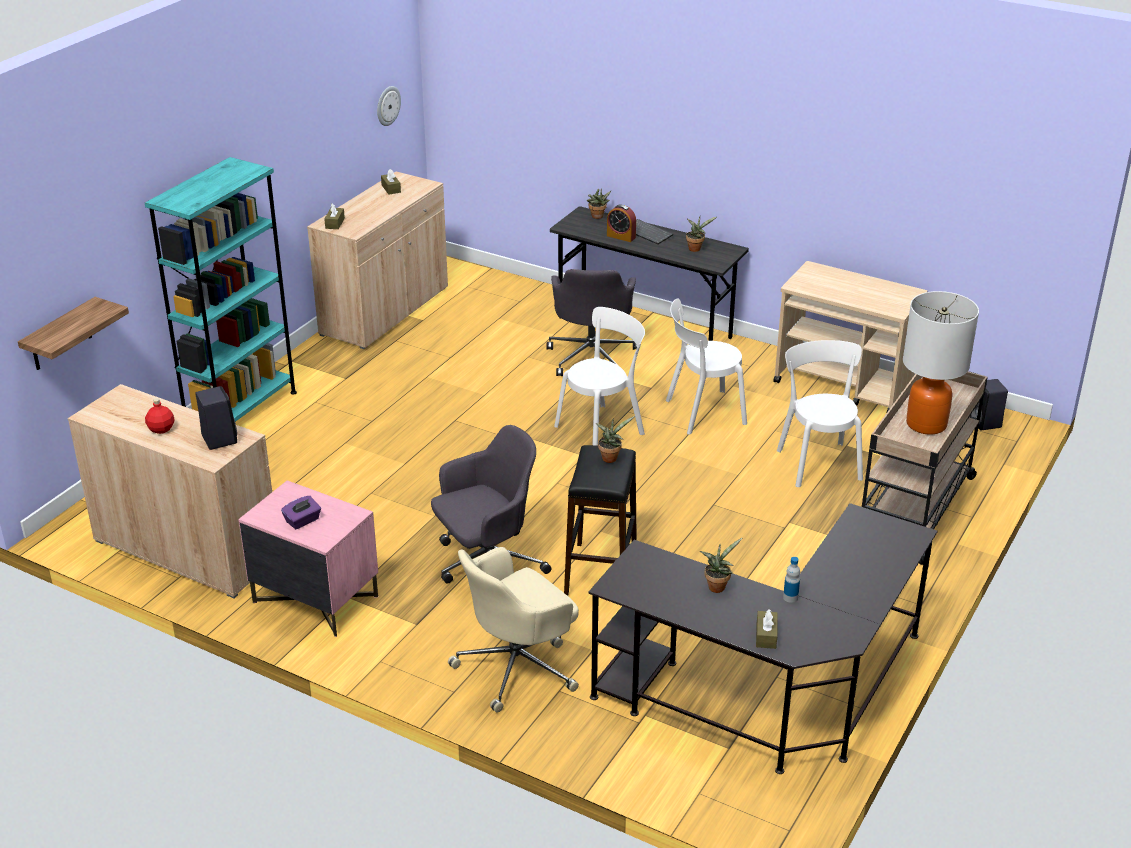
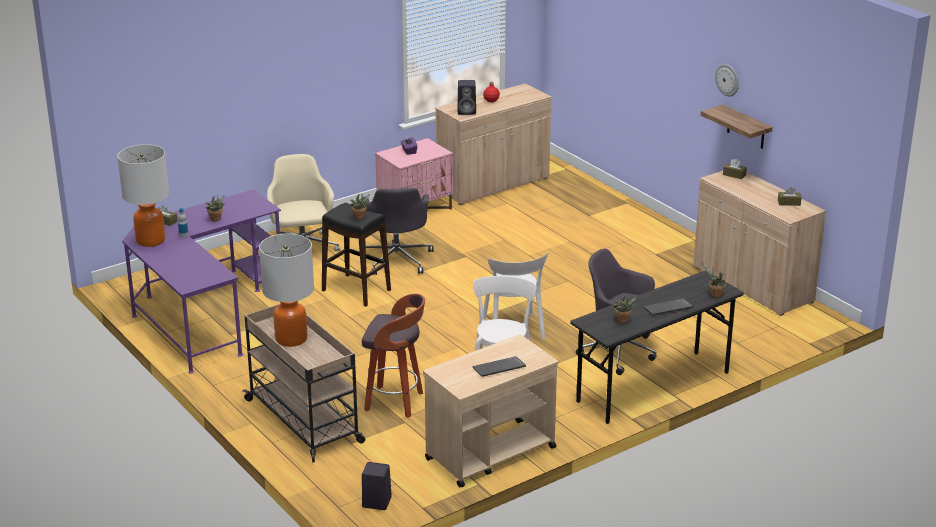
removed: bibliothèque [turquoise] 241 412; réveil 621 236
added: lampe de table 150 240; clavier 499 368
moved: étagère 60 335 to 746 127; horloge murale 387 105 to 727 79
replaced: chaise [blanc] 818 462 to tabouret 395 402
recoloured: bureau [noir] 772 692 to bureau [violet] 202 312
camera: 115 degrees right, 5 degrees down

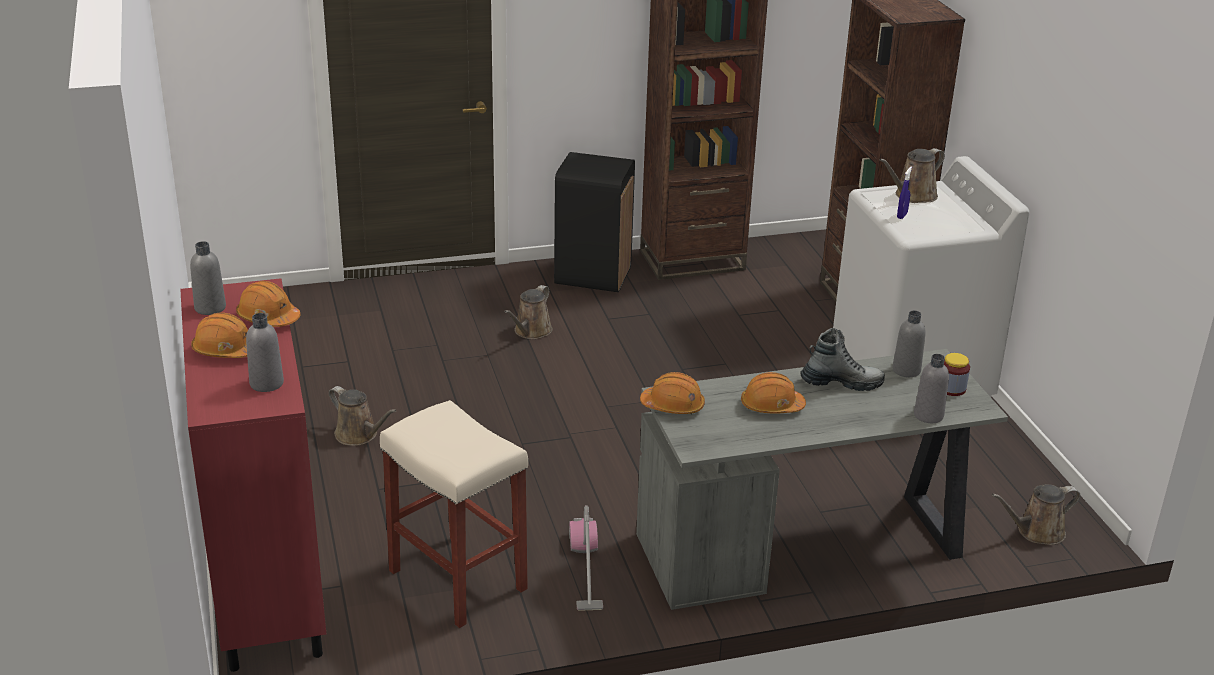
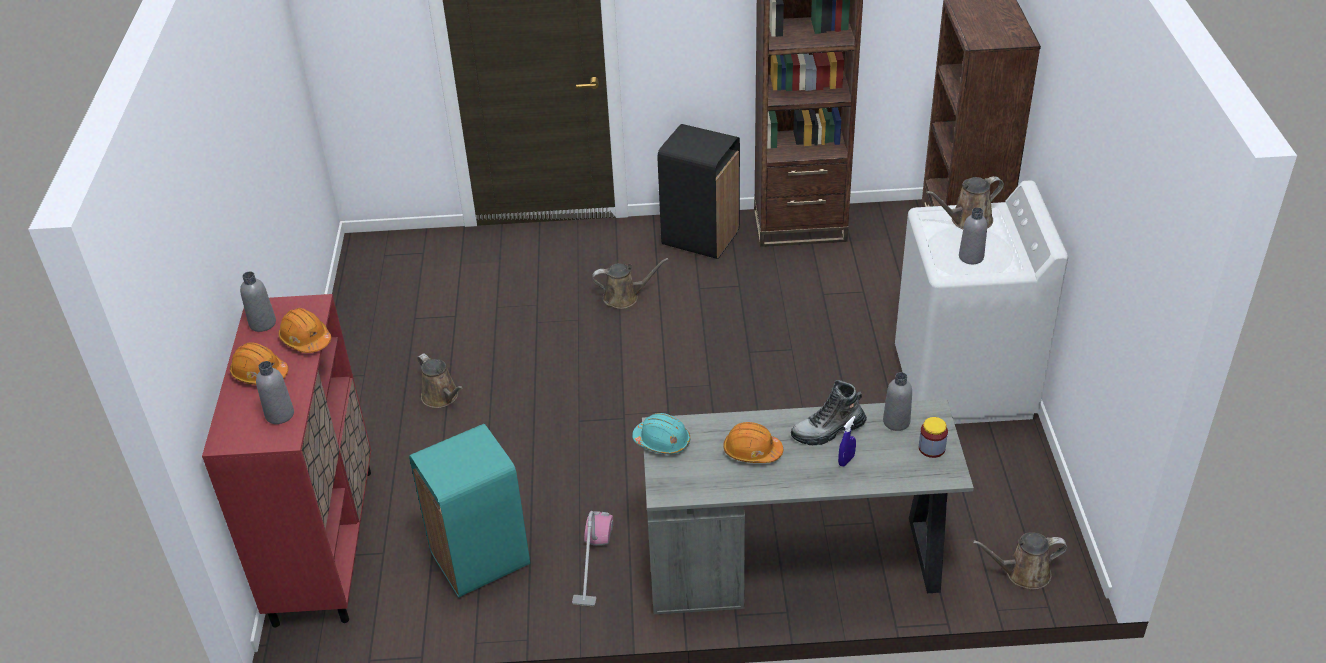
moved: vaporisateur [bleu] 902 215 to 846 460; bouteille [gris] 928 415 to 971 257
replaced: tabouret [beige] 456 579 to poubelle [turquoise] 479 559
recoloured: casque de chantier [orange] 673 406 to casque de chantier [turquoise] 662 441
turned: arrosoir [marron] 531 332 = 624 297 135 degrees counterclockwise; botte 841 383 = 828 430 150 degrees clockwise
camera: 15 degrees right, 10 degrees up

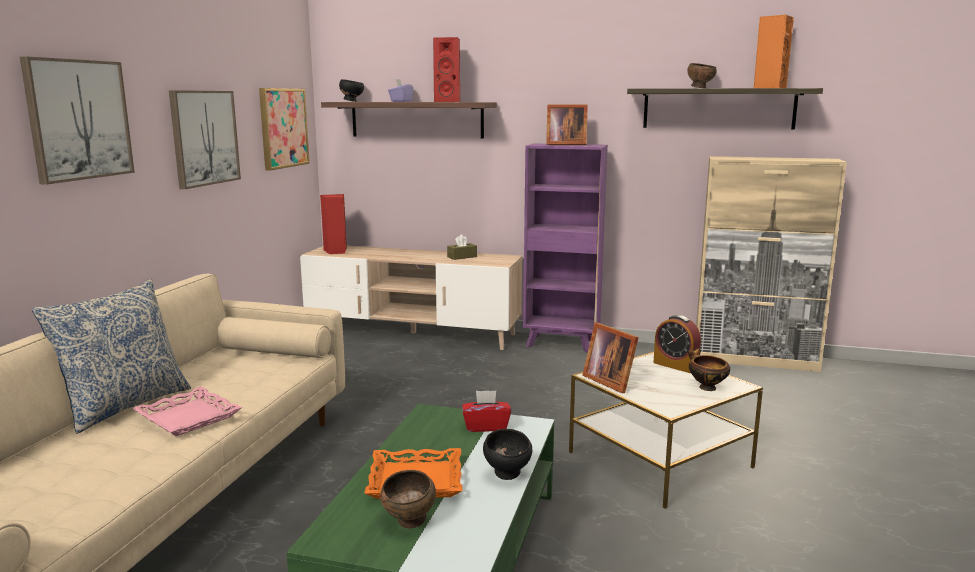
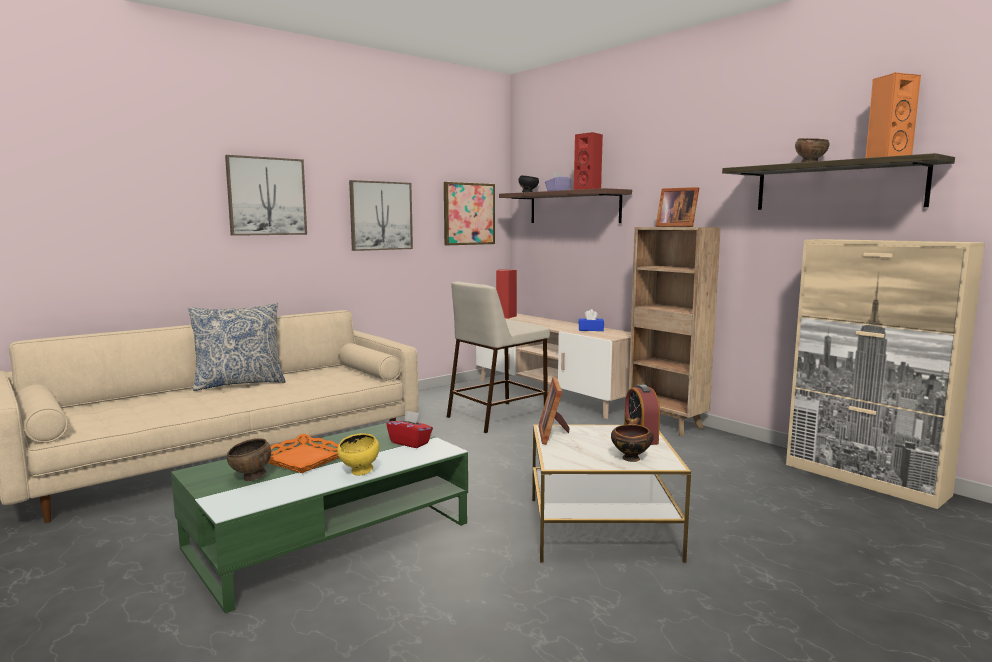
removed: plateau [rose] 187 418
added: tabouret [beige] 498 416
recoloured: boîte à mouchoirs [marron] 462 257 to boîte à mouchoirs [bleu] 591 330; bol [noir] 508 476 to bol [jaune] 360 473; bibliothèque [violet] 562 344 to bibliothèque [marron] 667 425
camera: 35 degrees right, 5 degrees down

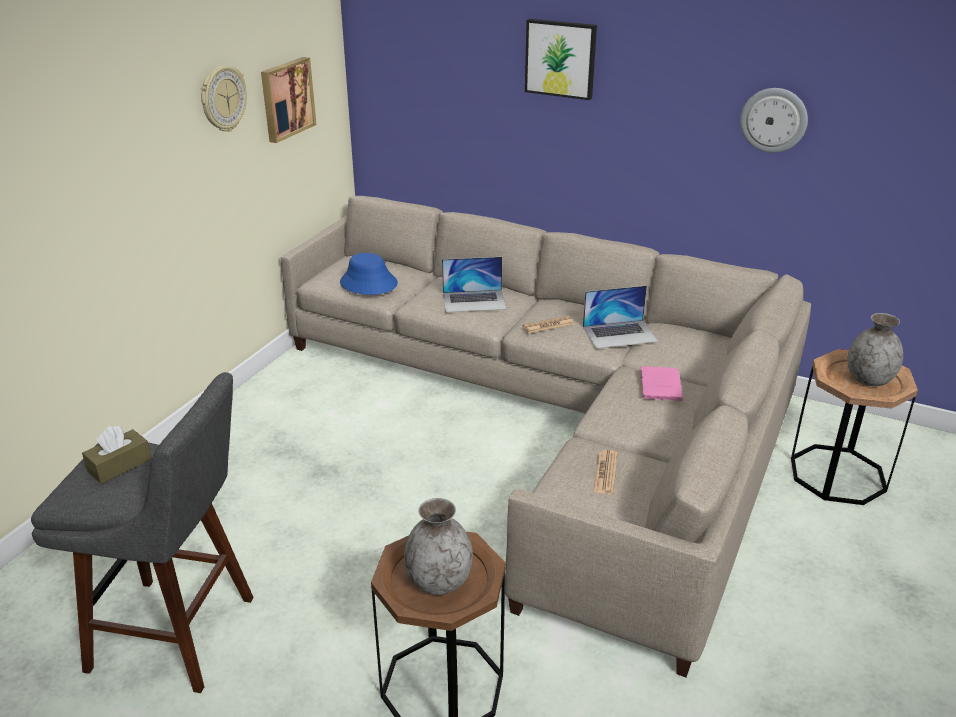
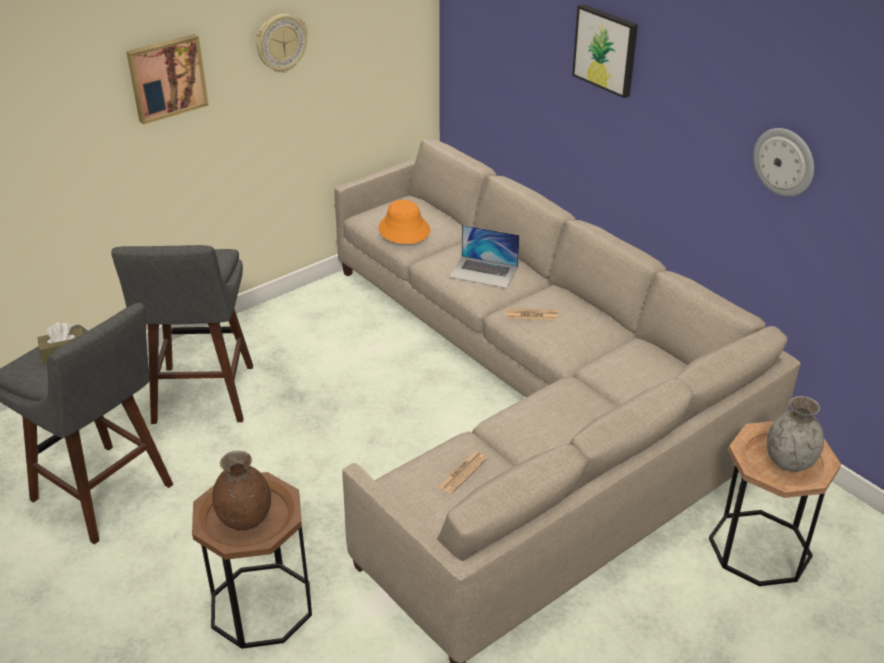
removed: ordinateur portable 620 334; livre [rose] 660 385
added: tabouret [gris] 202 398
moved: tableau 286 99 to 166 77
recoloured: chapeau [bleu] 368 283 to chapeau [orange] 404 230; vase [gris] 438 581 to vase [marron] 244 518
camera: 25 degrees right, 5 degrees up

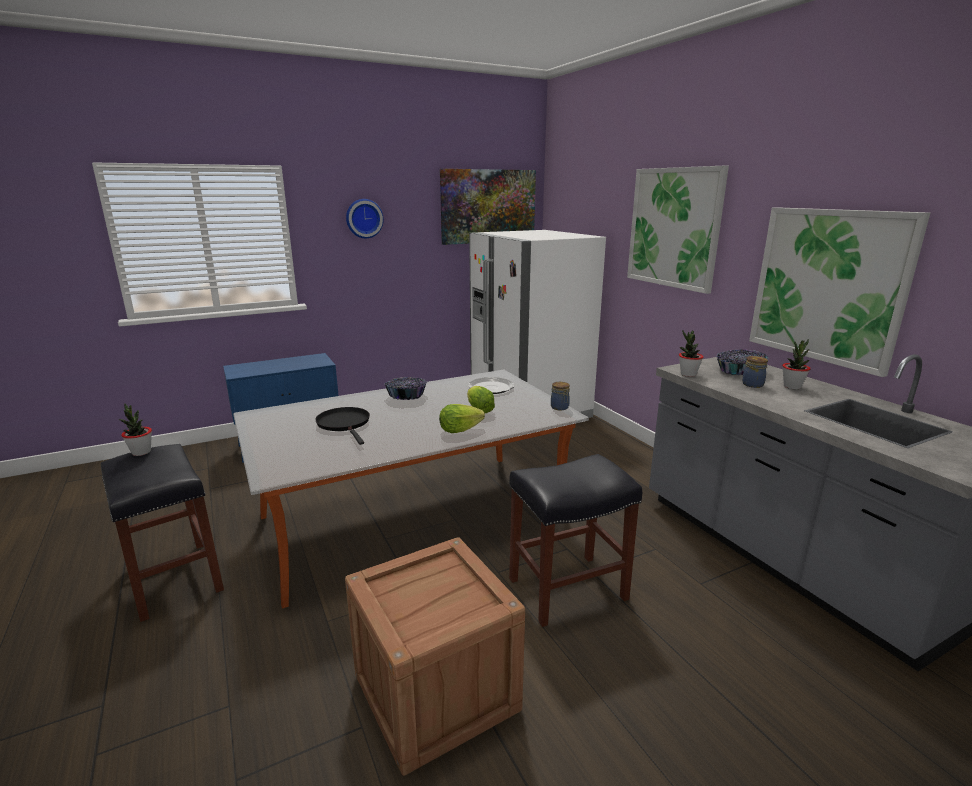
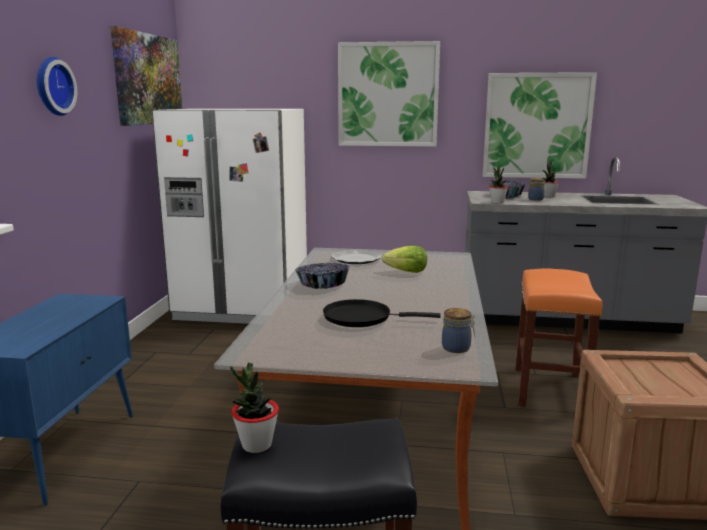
removed: laitue 459 430
moved: bocal 560 408 to 457 348
recoloured: tabouret [noir] 566 590 to tabouret [orange] 550 389
camera: 55 degrees left, 5 degrees down

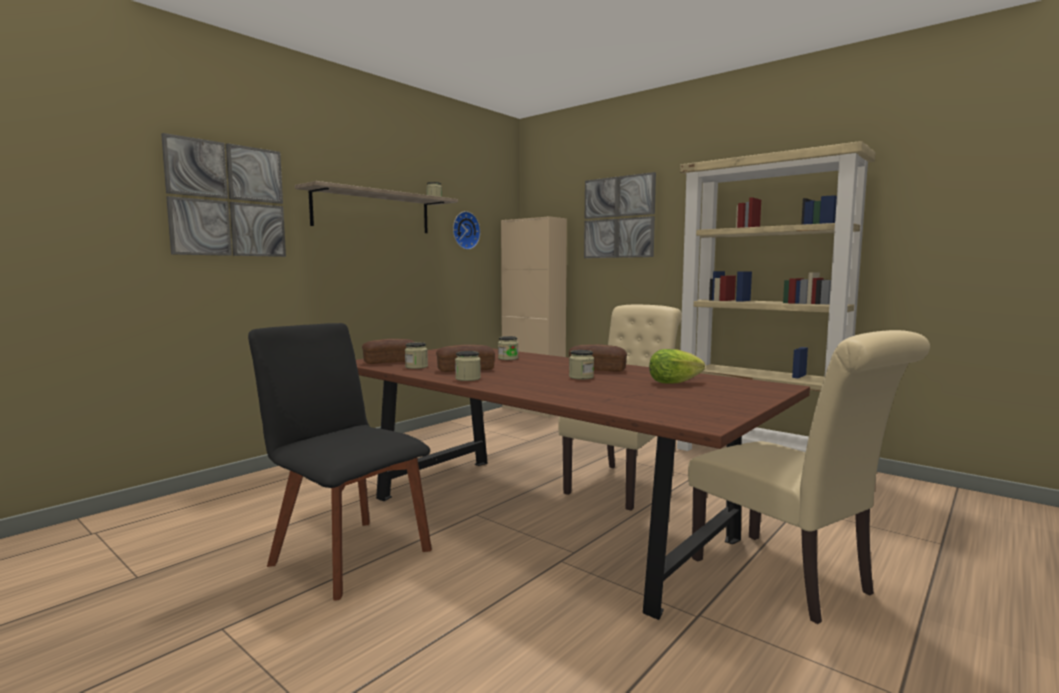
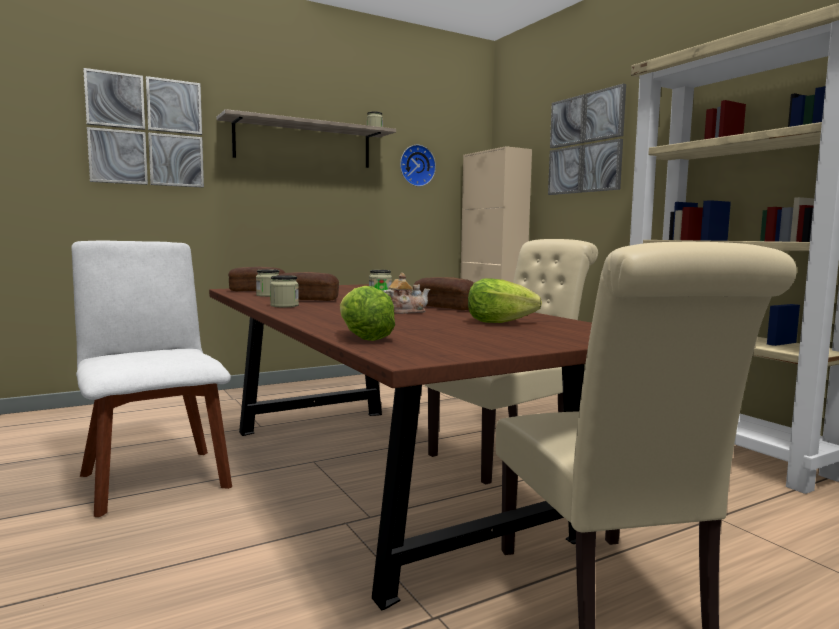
added: laitue 363 338
replaced: bocal 581 377 to théière 406 312
recoloured: chaise [noir] 347 554 to chaise [blanc] 154 478
camera: 20 degrees right, 0 degrees up

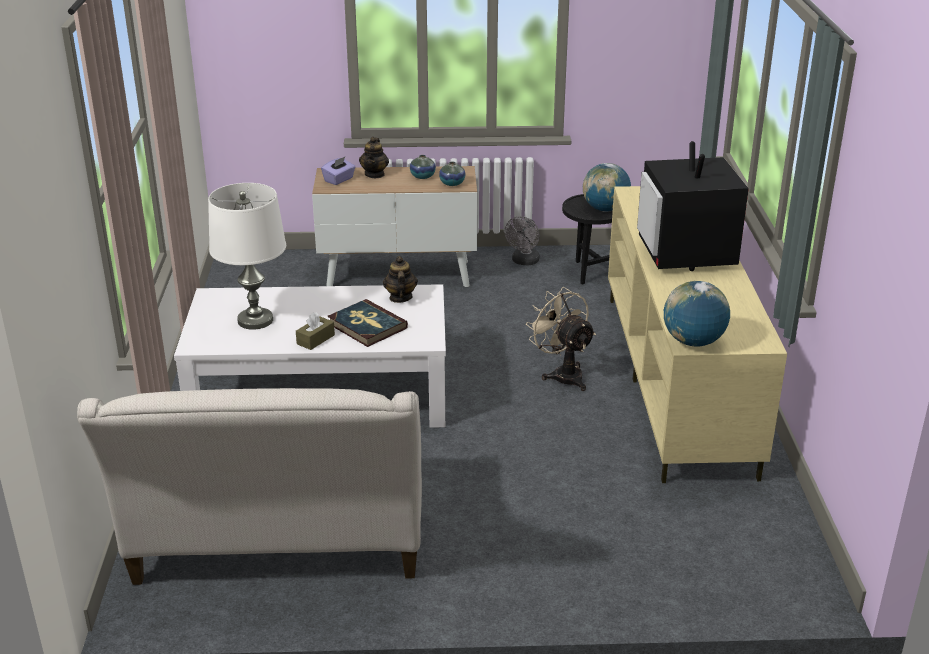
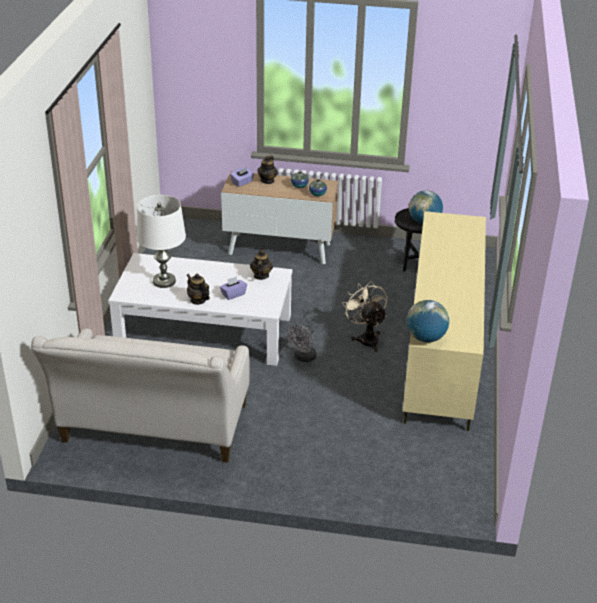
removed: téléviseur 687 256
moved: ventilateur [gris] 524 262 to 303 357
replaced: boîte à mouchoirs [marron] 315 339 to théière 198 300; livre 367 326 to boîte à mouchoirs [violet] 233 294
camera: 10 degrees right, 5 degrees up

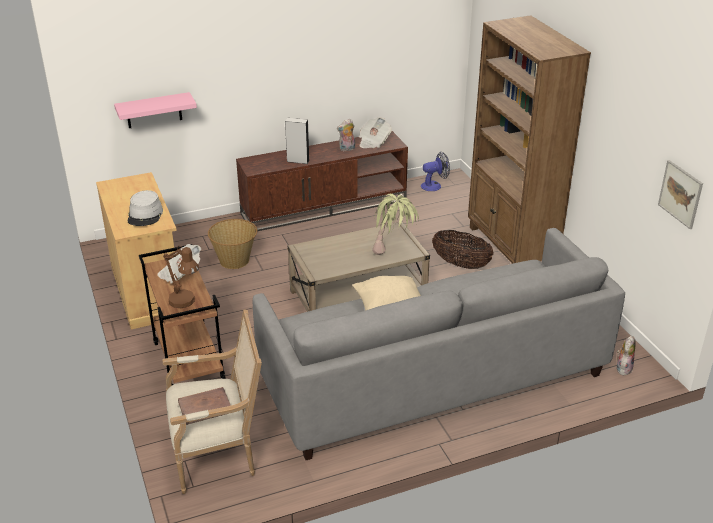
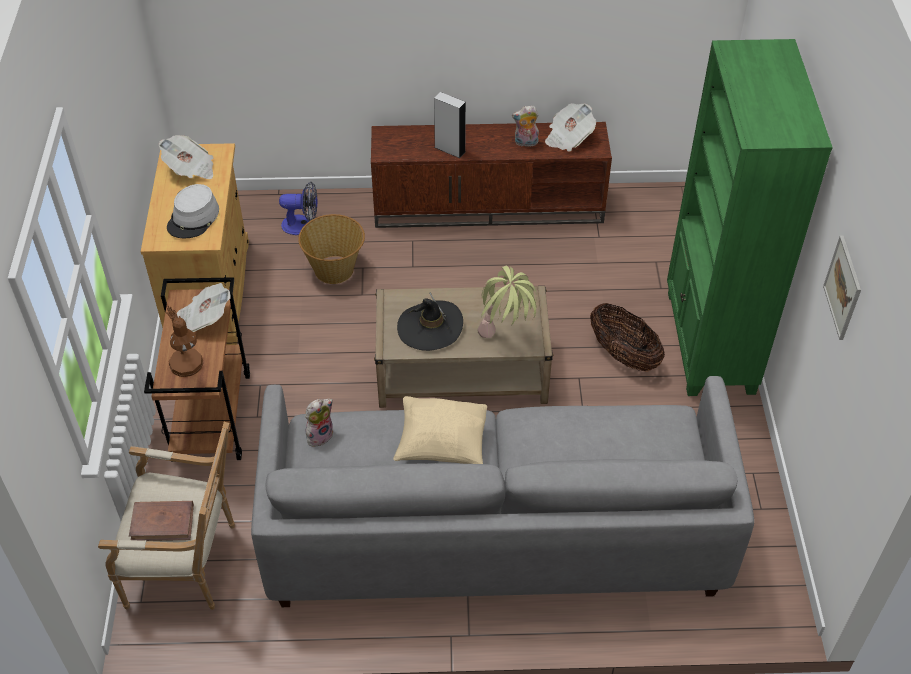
removed: étagère [rose] 154 110
added: journal 190 169; chapeau [noir] 430 327
moved: ventilateur 434 185 to 302 225; peluche 623 368 to 320 435; tableau 680 194 to 843 287
recoloured: bibliothèque [marron] 511 247 to bibliothèque [vert] 709 343
camera: 20 degrees right, 15 degrees up

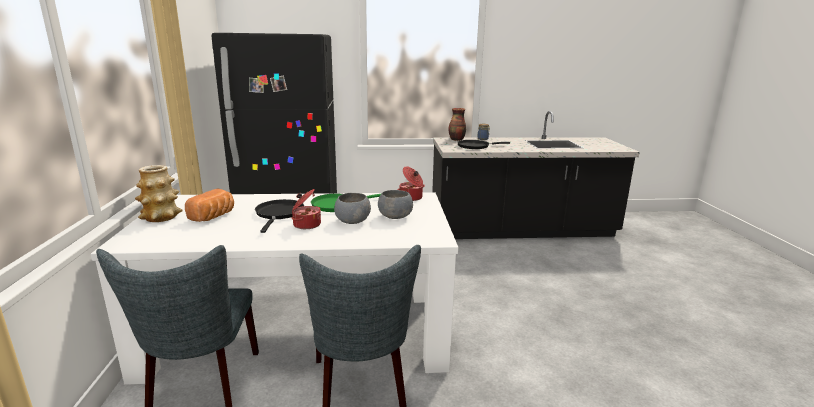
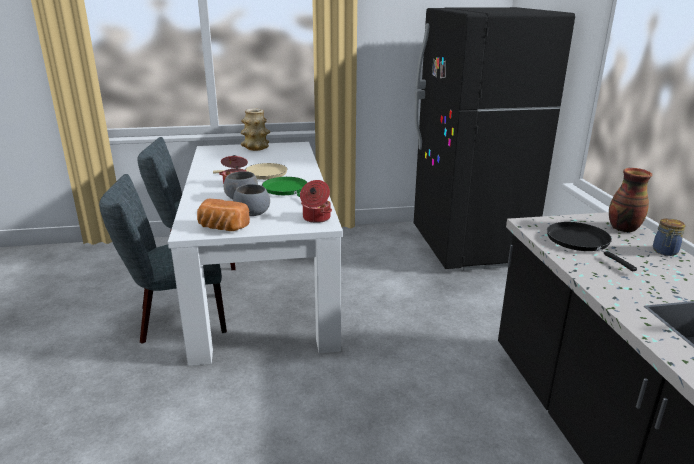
moved: pain 214 216 to 222 228
recoloured: poêle [noir] 279 214 to poêle [beige] 262 174
camera: 85 degrees right, 5 degrees up

